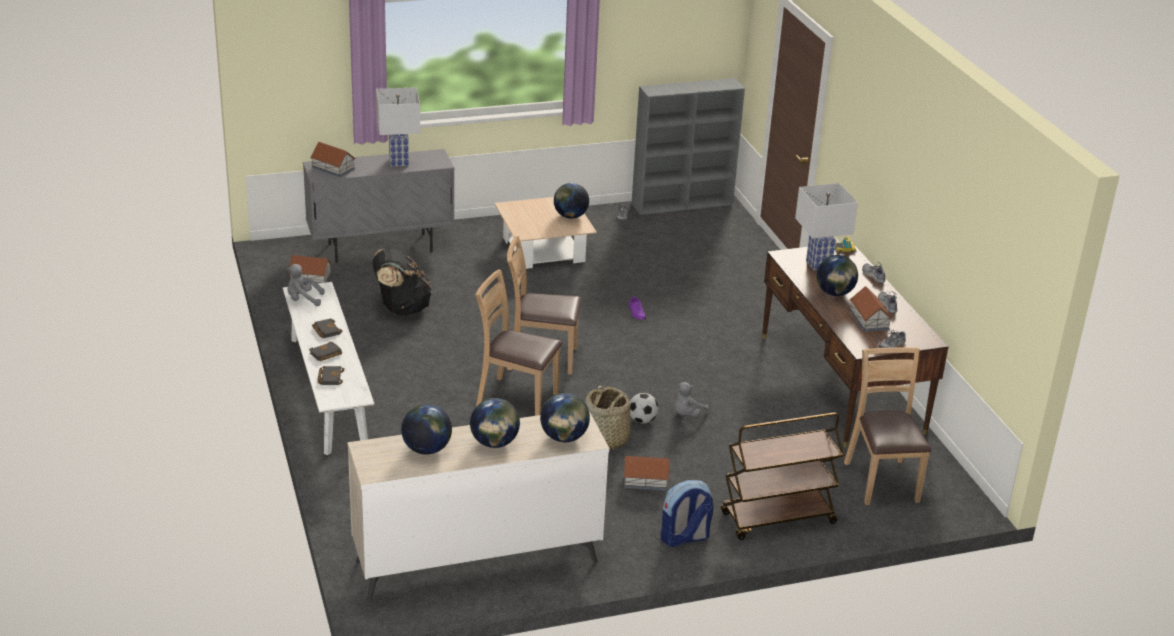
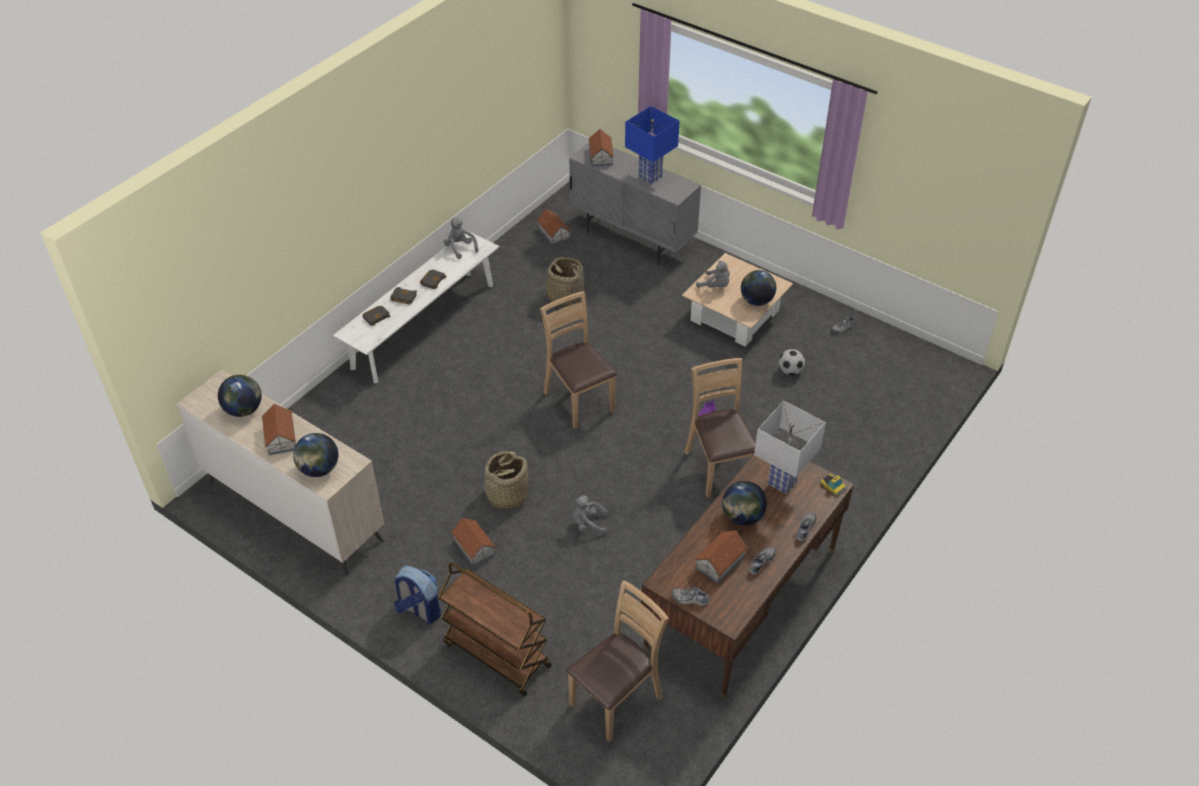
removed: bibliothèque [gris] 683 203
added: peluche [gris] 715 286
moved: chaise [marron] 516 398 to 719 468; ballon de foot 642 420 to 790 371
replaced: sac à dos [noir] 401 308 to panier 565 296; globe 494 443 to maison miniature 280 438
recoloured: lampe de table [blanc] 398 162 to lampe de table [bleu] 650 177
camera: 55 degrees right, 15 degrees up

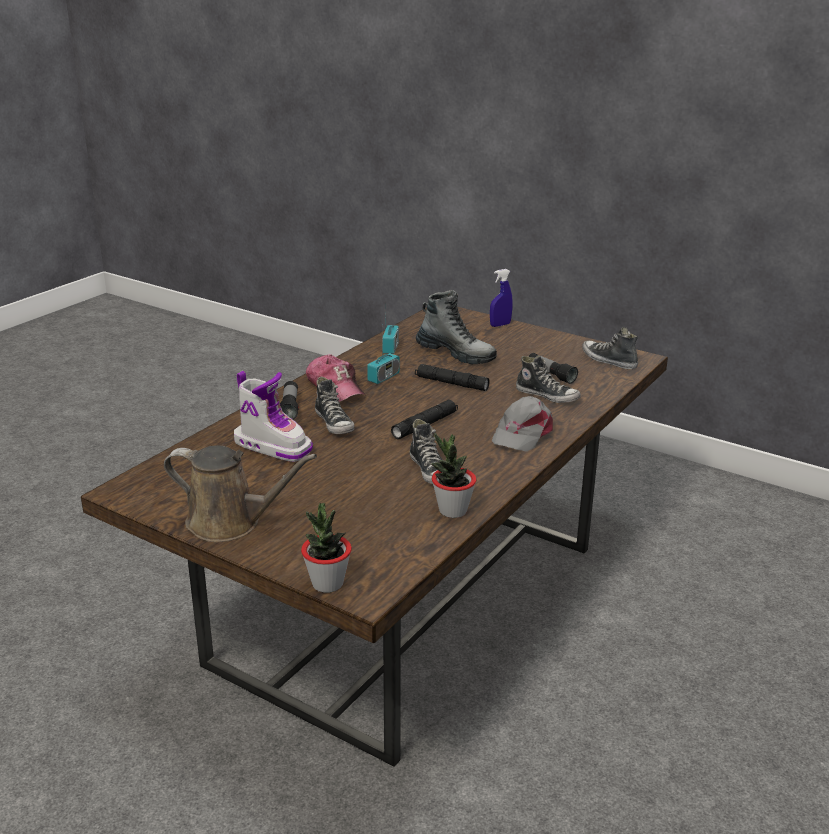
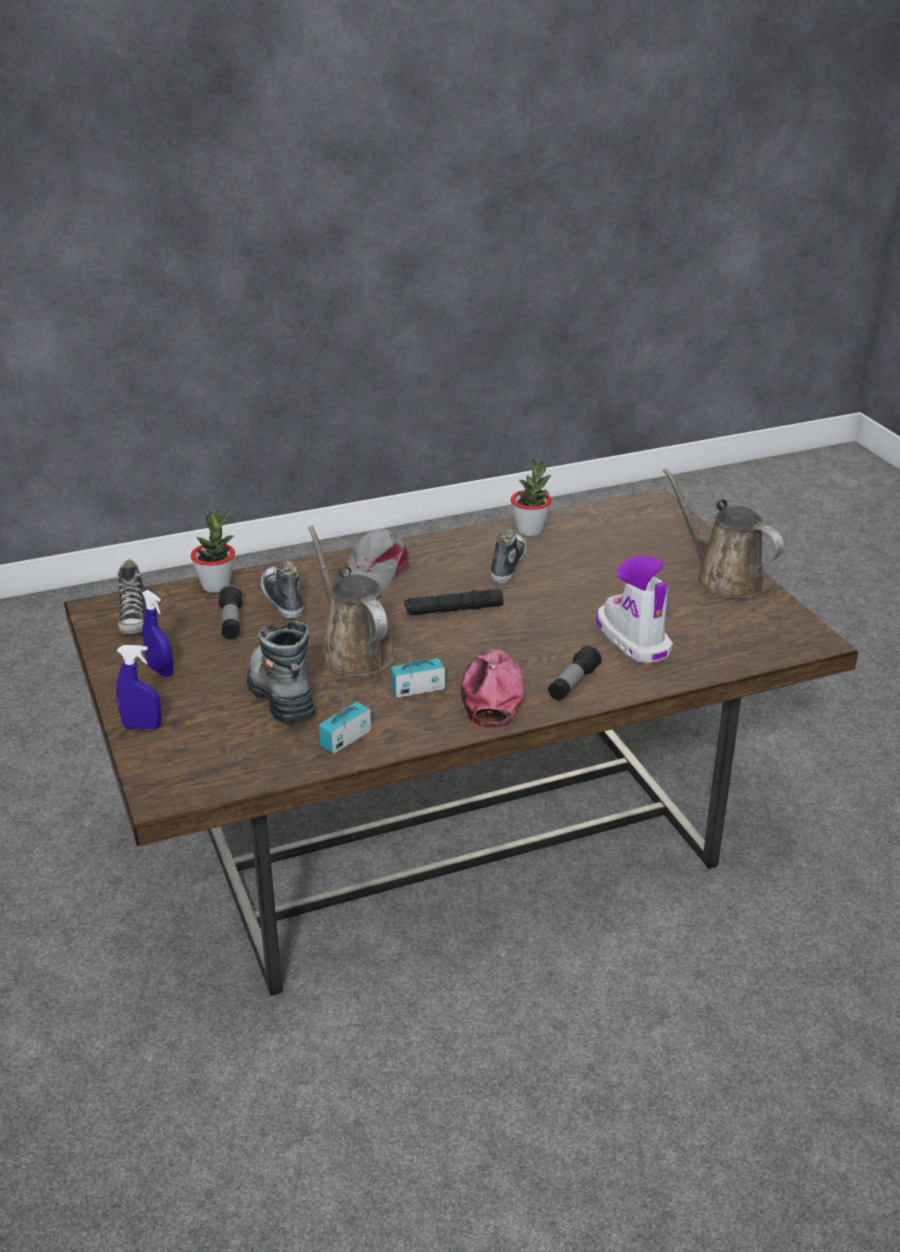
removed: chaussure 334 423
added: vaporisateur [bleu] 160 671
moved: plante en pot 327 584 to 216 586
replaced: lampe de poche [noir] 451 383 to arrosoir [marron] 354 651
turned: casquette [gris] 522 433 = 375 570 135 degrees clockwise
camera: 145 degrees left, 5 degrees up

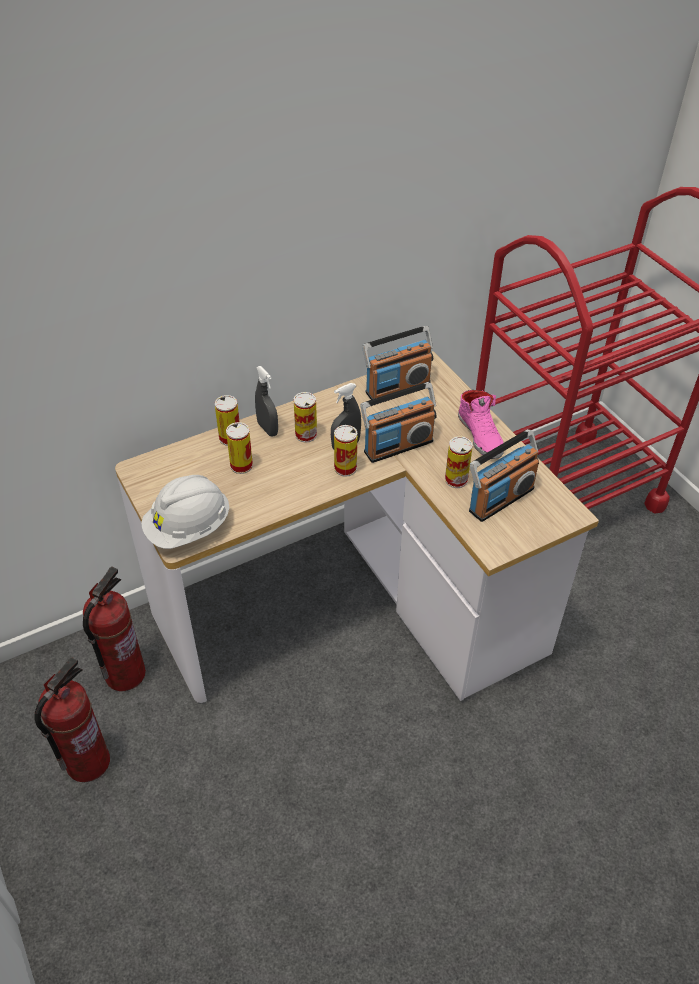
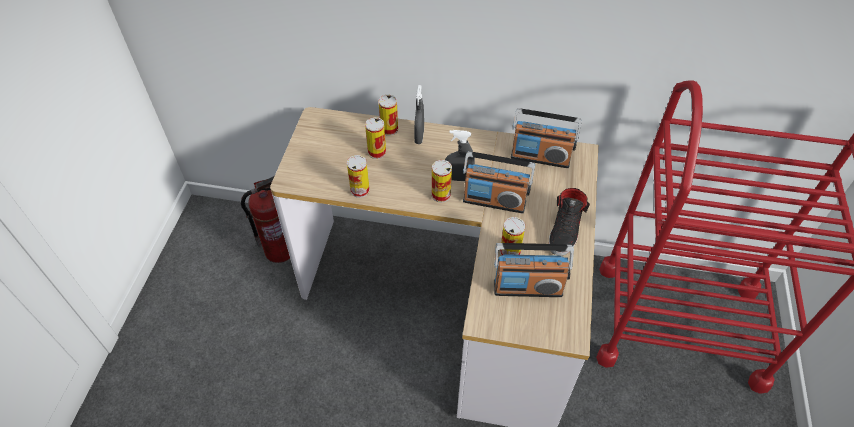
removed: extincteur 87 761; casque de chantier [blanc] 188 528
moved: boîte métallique 306 435 to 360 190
recoloured: chaussure [rose] 480 435 to chaussure [noir] 565 230
camera: 40 degrees right, 5 degrees up

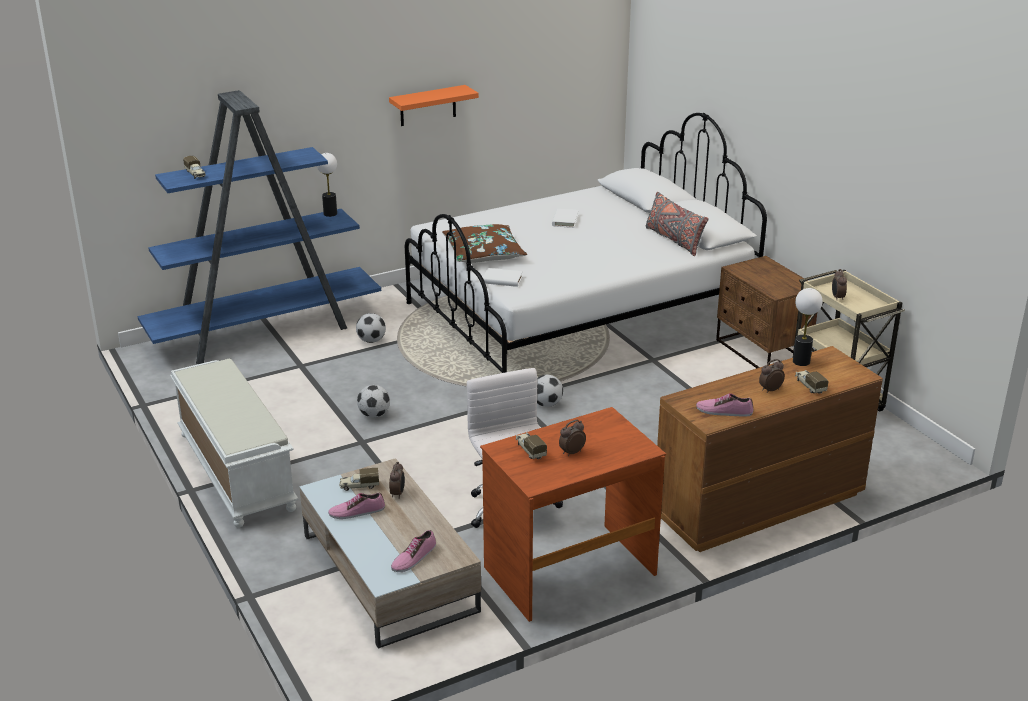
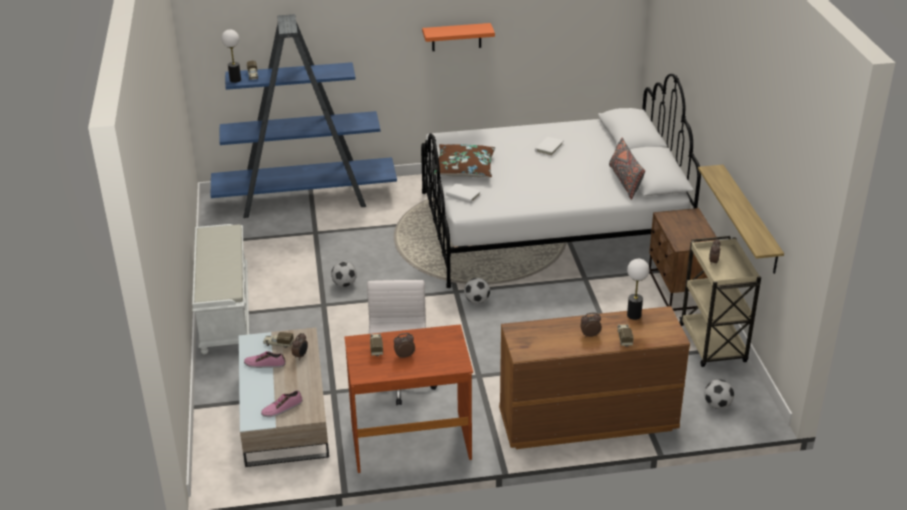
removed: chaussure 724 411
added: étagère 750 219
moved: lampe de table 330 213 to 235 80; ballon de foot 371 340 to 717 405
camera: 20 degrees right, 5 degrees up

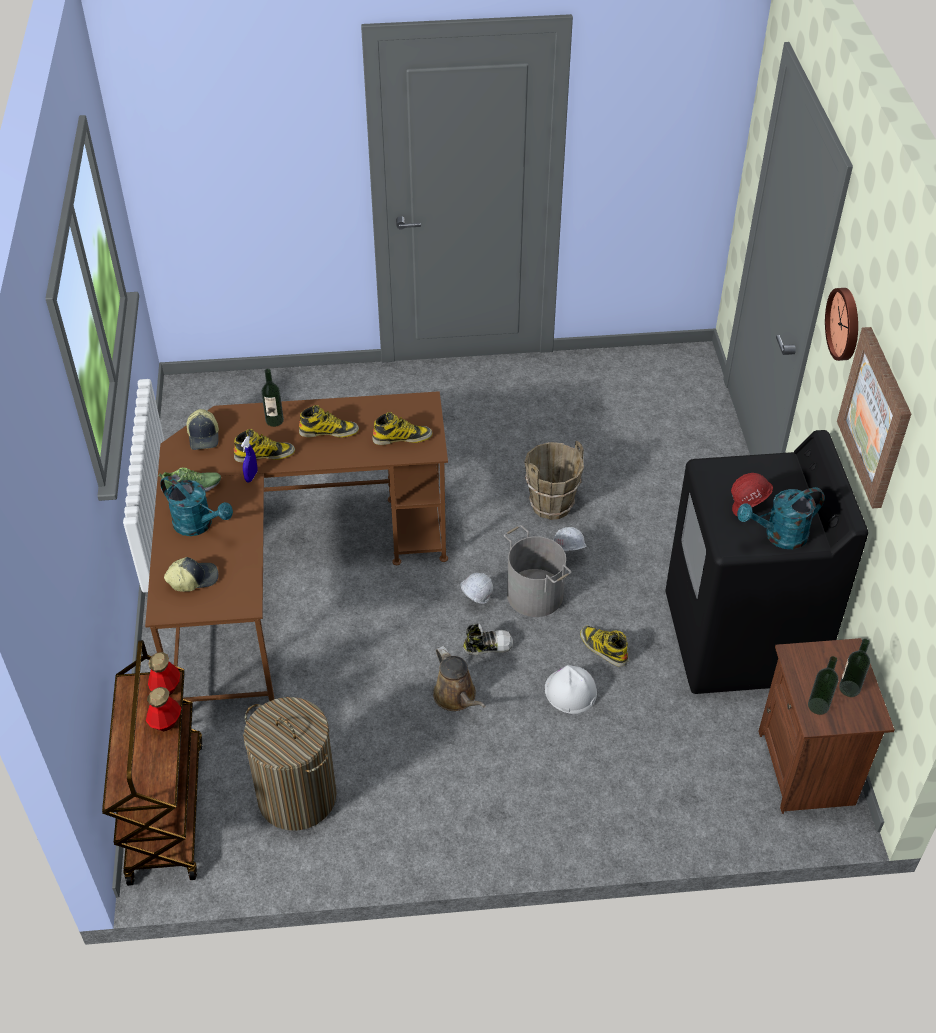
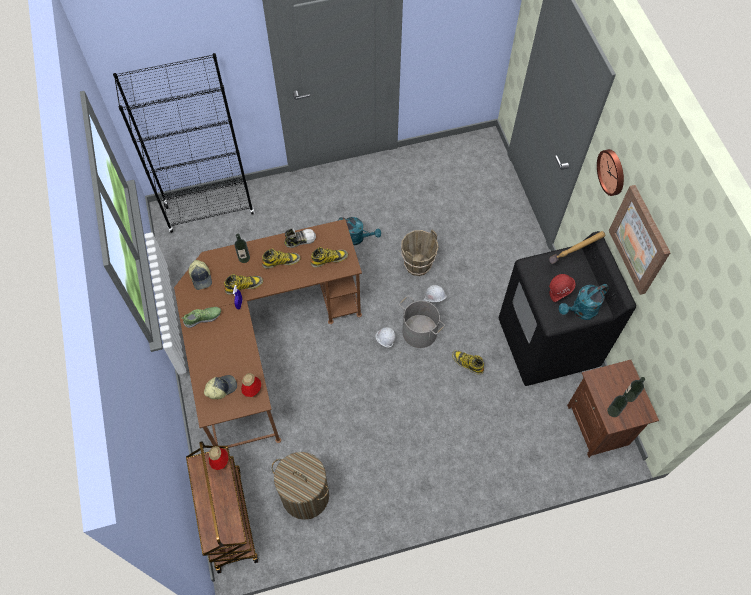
removed: arrosoir [marron] 457 697; casque de chantier [blanc] 570 691
added: bibliothèque [noir] 210 209; marteau 570 261
moved: bouteille 165 722 to 252 389; arrosoir [turquoise] 198 525 to 357 238; chaussure 487 645 to 300 240
camera: 10 degrees left, 15 degrees up

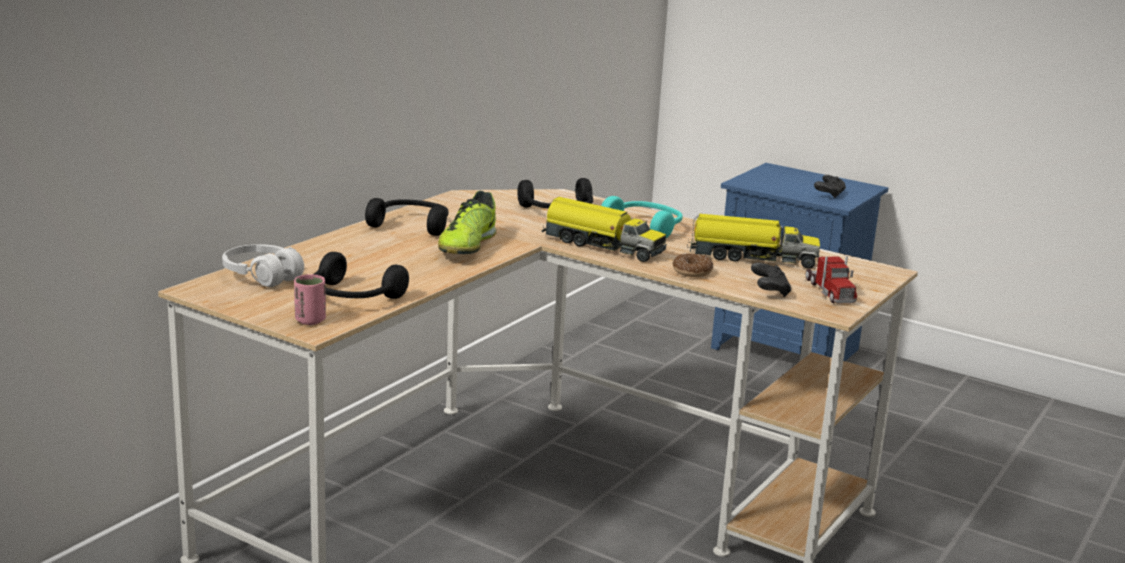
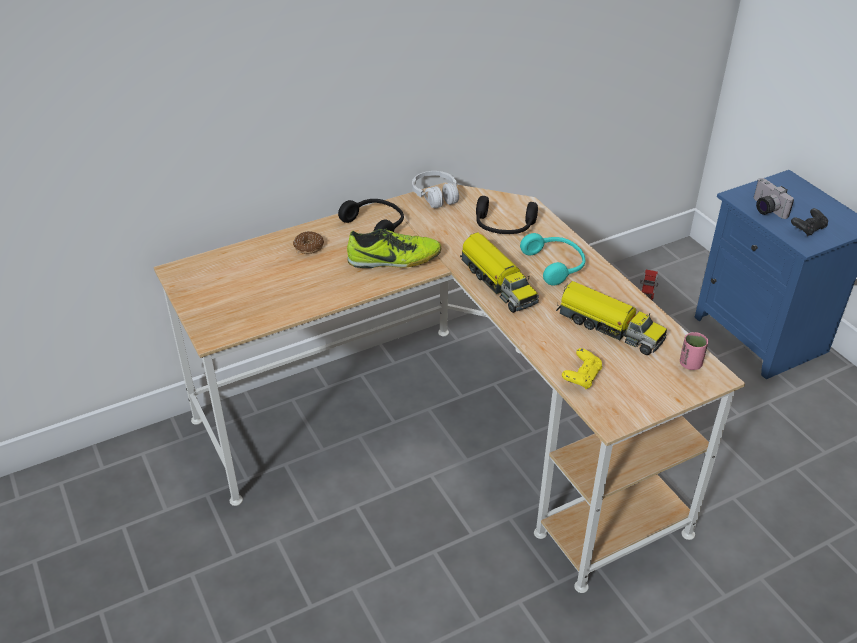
removed: casque audio [noir] 352 297
added: appareil photo 765 209
moved: casque audio [blanc] 262 276 to 436 196; tasse [rose] 310 320 to 690 364; beignet 692 272 to 309 247; camion jouet 829 291 to 648 288
recoloured: manette [noir] 769 291 to manette [jaune] 582 377
turned: chaussure 467 246 = 394 260 135 degrees counterclockwise
camera: 30 degrees right, 20 degrees up

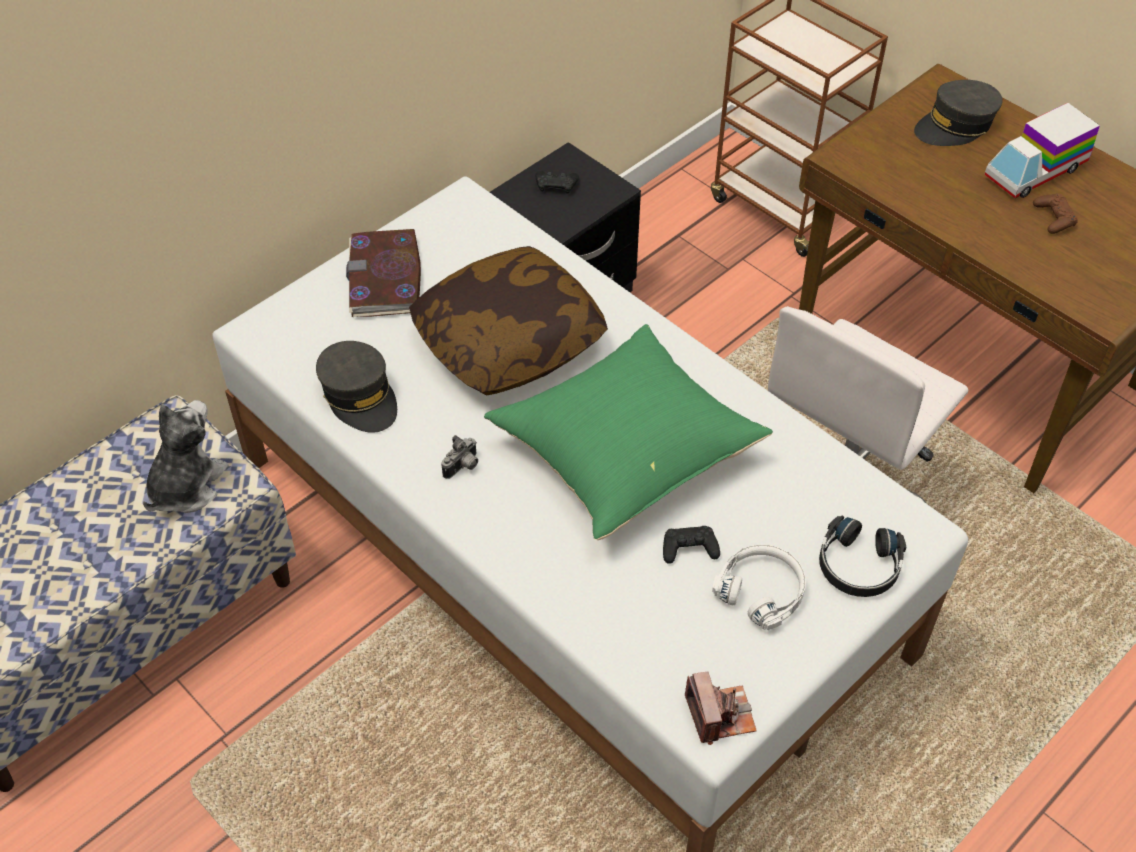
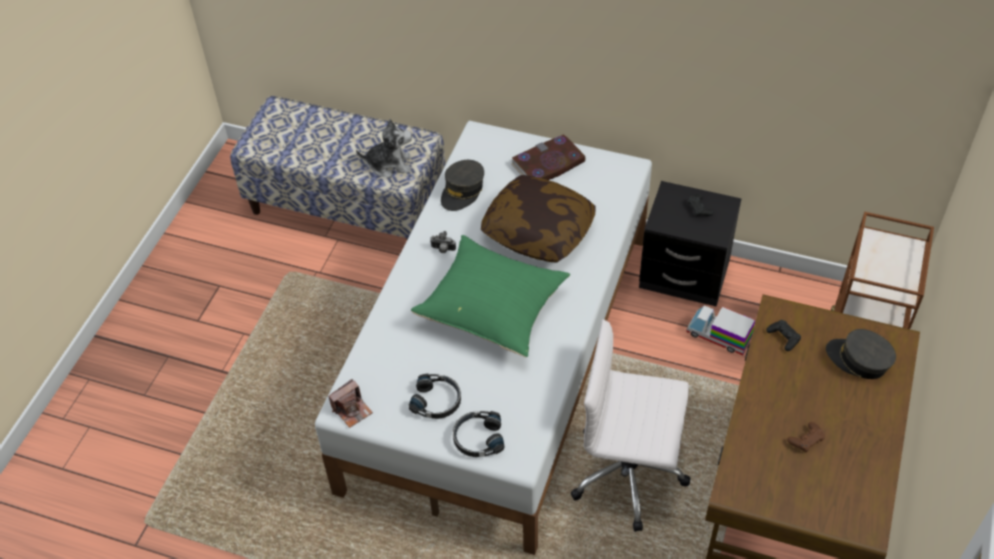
moved: manette [noir] 689 548 to 783 337; camion jouet 1035 171 to 719 336
recoloured: casque audio [blanc] 762 590 to casque audio [noir] 437 401
camera: 65 degrees right, 0 degrees up

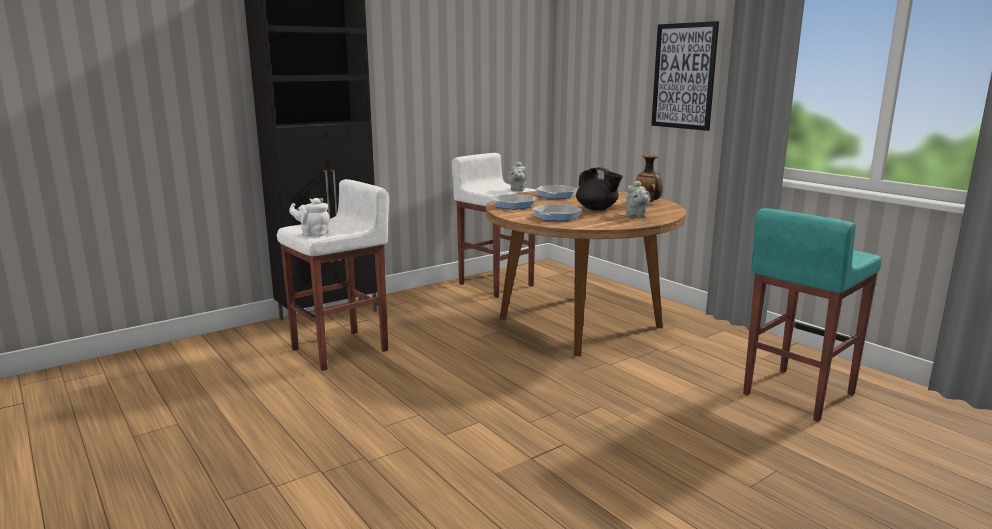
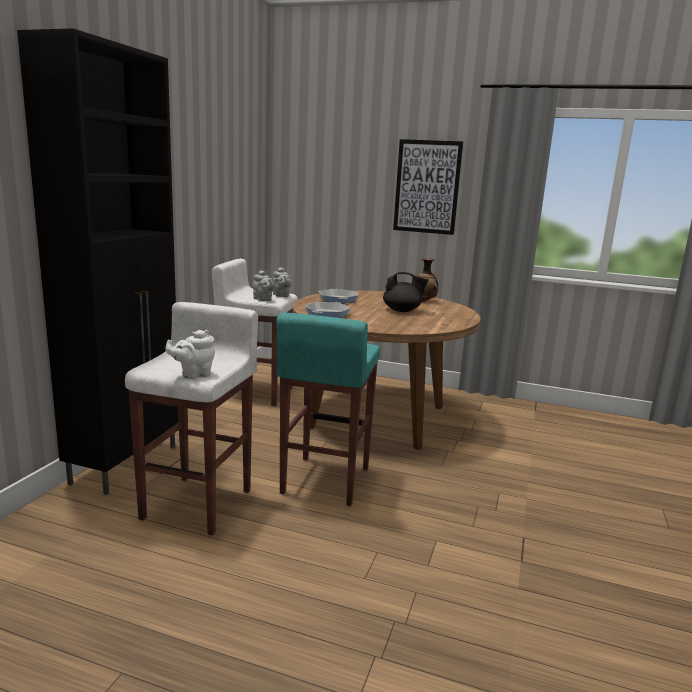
removed: poêle 556 216
moved: théière [gris] 636 215 to 263 299; tabouret [turquoise] 796 394 to 324 480
camera: 35 degrees left, 0 degrees up

